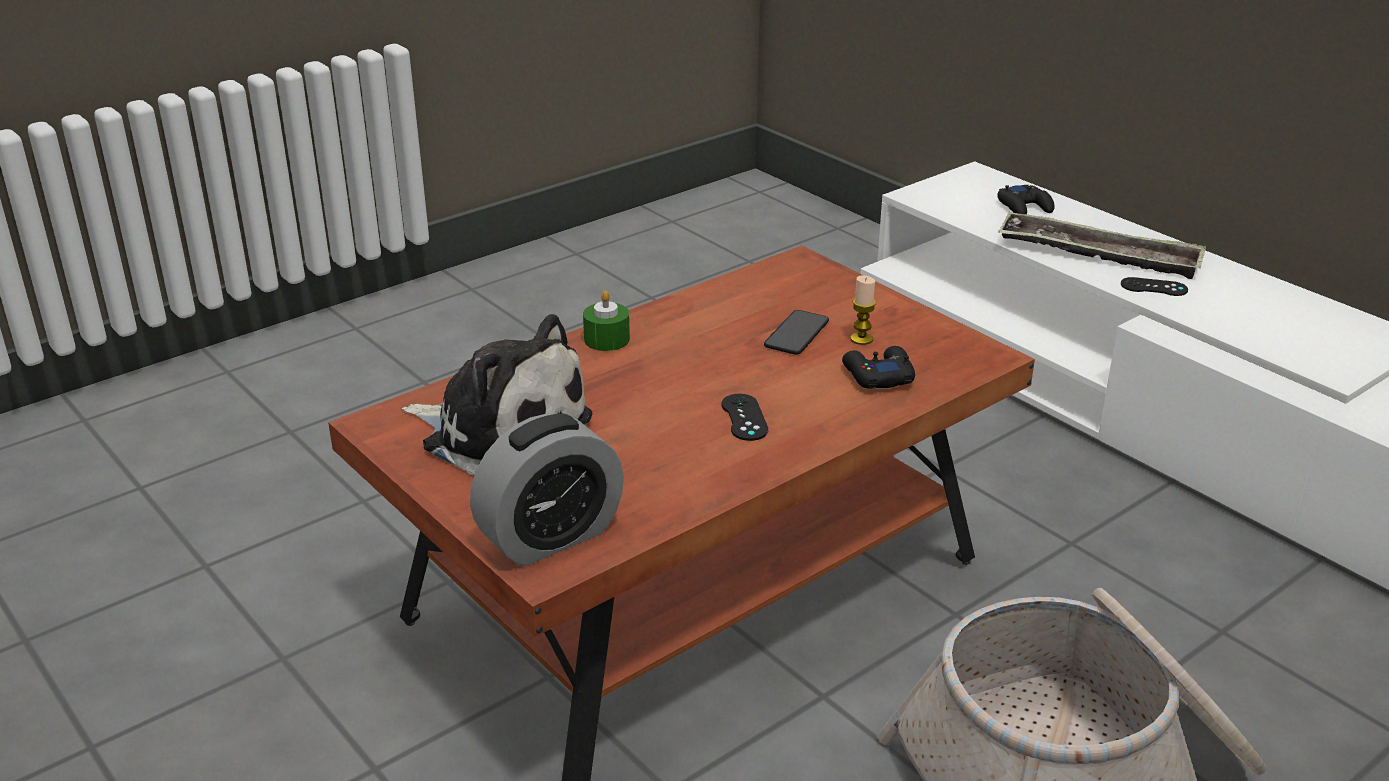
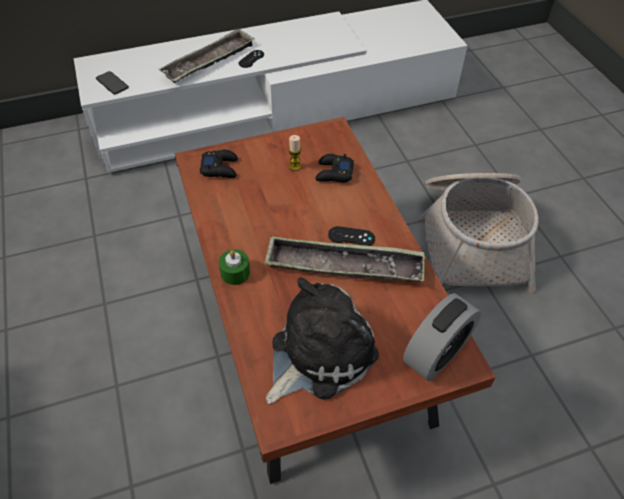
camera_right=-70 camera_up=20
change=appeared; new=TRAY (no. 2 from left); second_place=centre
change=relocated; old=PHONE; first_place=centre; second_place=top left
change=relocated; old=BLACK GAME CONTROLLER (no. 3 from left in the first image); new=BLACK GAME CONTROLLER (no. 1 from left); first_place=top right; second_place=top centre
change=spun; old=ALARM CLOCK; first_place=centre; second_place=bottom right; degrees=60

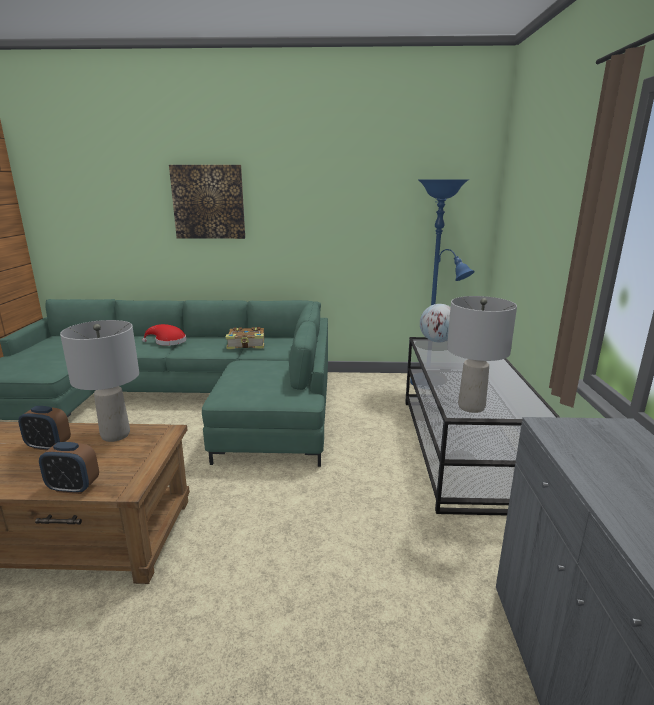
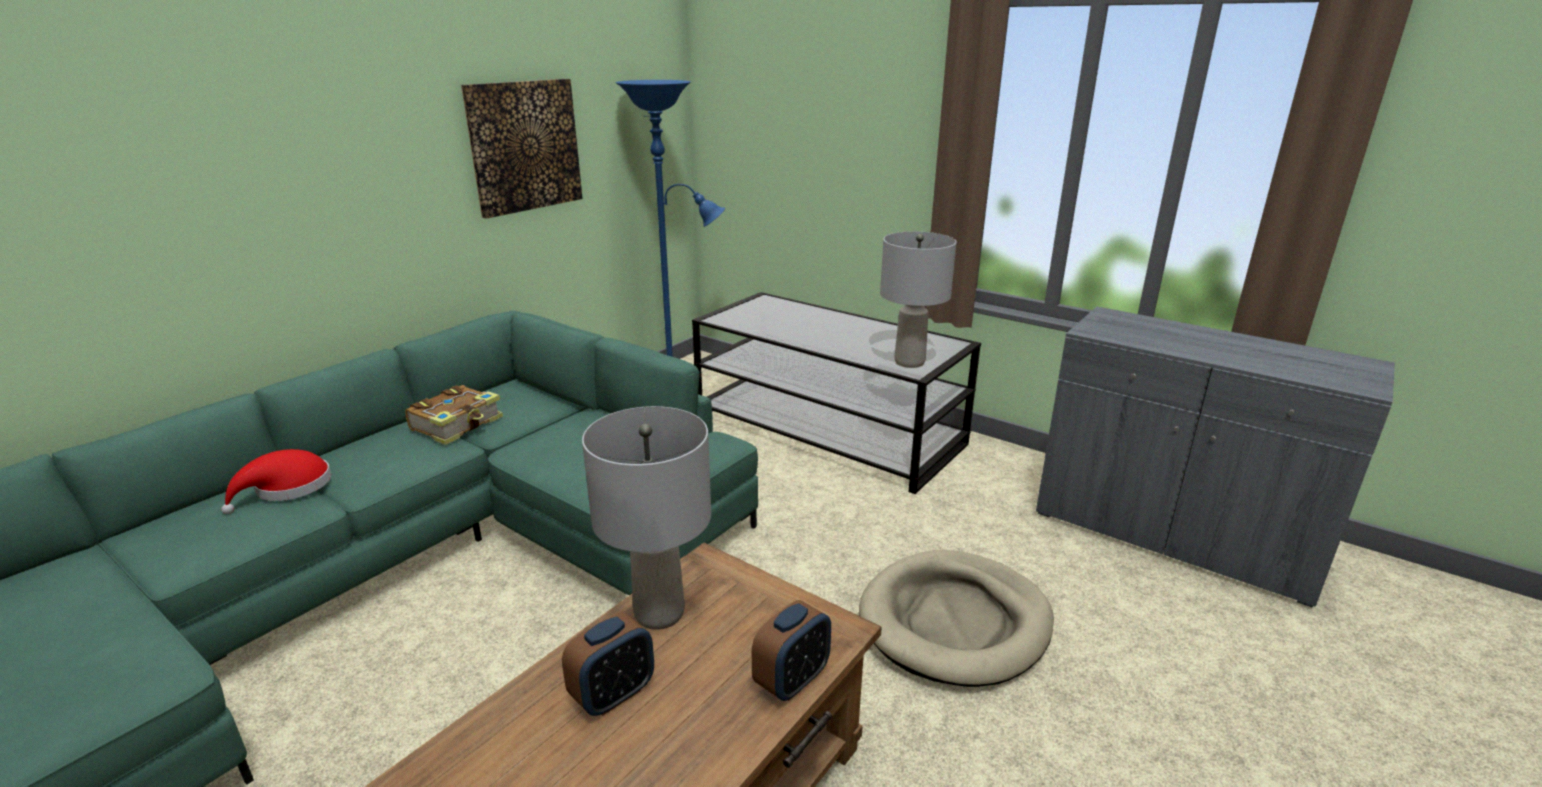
camera_right=-55 camera_up=5
change=missing; old=GLOBE; first_place=centre
change=appeared; new=BEIGE DOG BED; second_place=bottom centre
change=relocated; old=PICTURE; first_place=top left; second_place=top centre

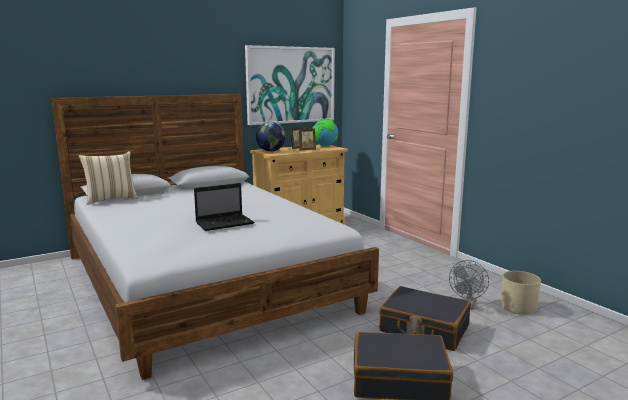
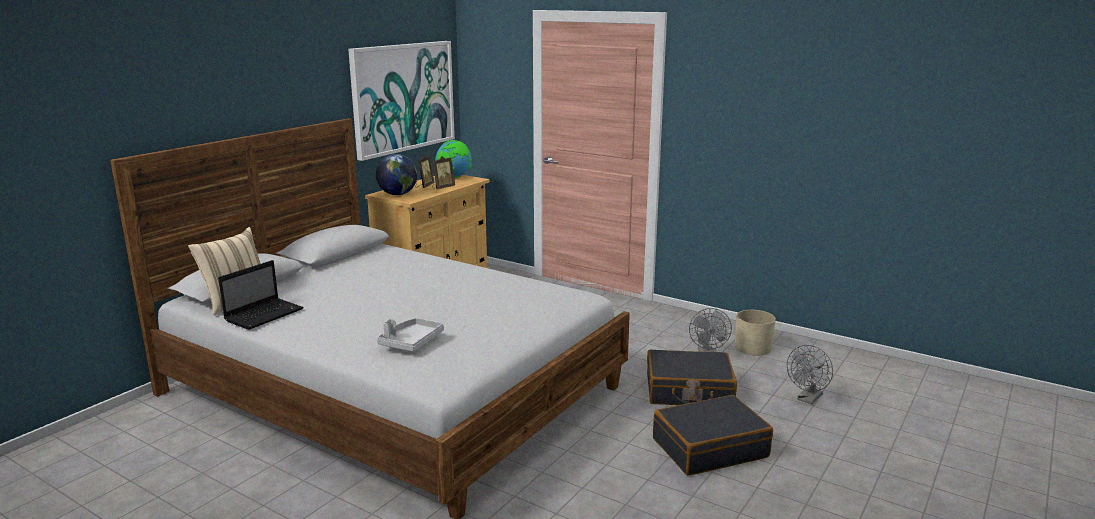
camera_right=-25 camera_up=5
change=appeared; new=GREY TRAY; second_place=centre
change=appeared; new=GREY FAN (no. 2 from left); second_place=bottom right
change=relocated; old=LAPTOP; first_place=centre; second_place=middle left

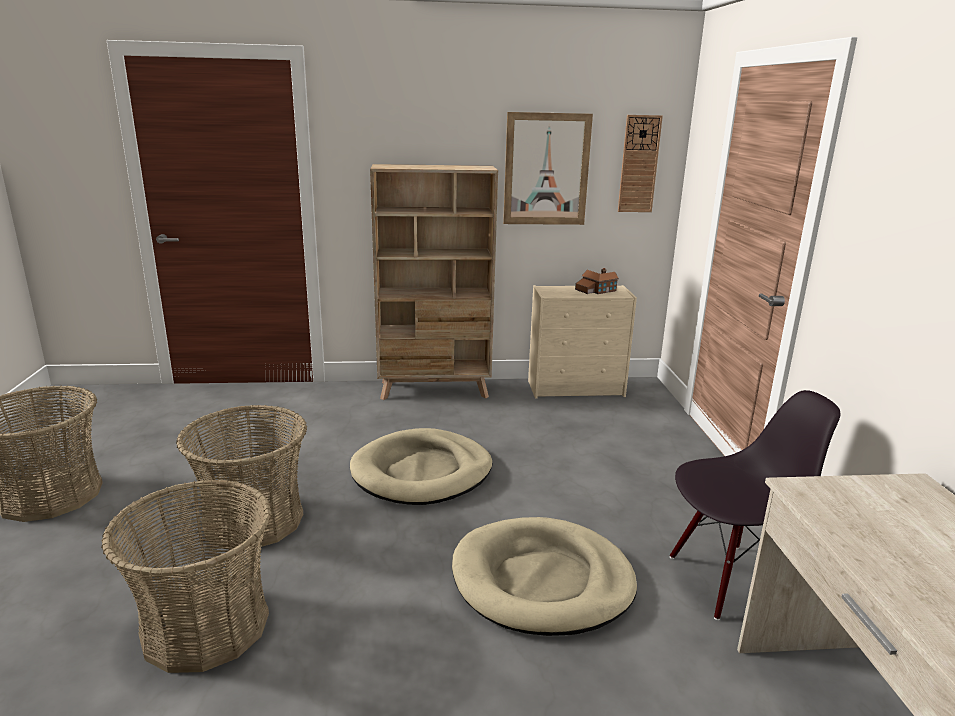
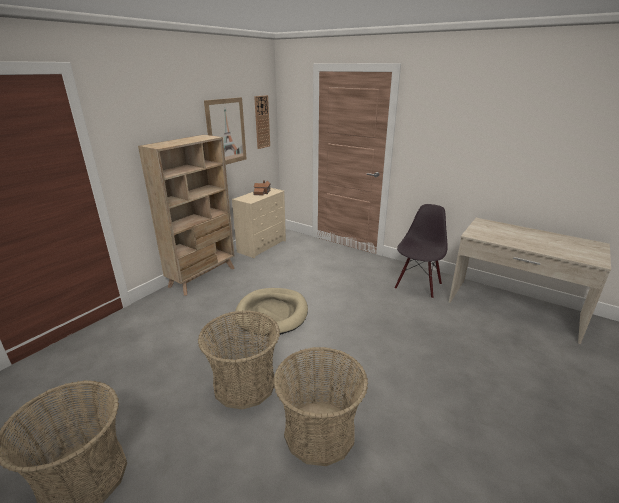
camera_right=-50 camera_up=5
change=missing; old=BEIGE DOG BED (no. 2 from left); first_place=bottom centre

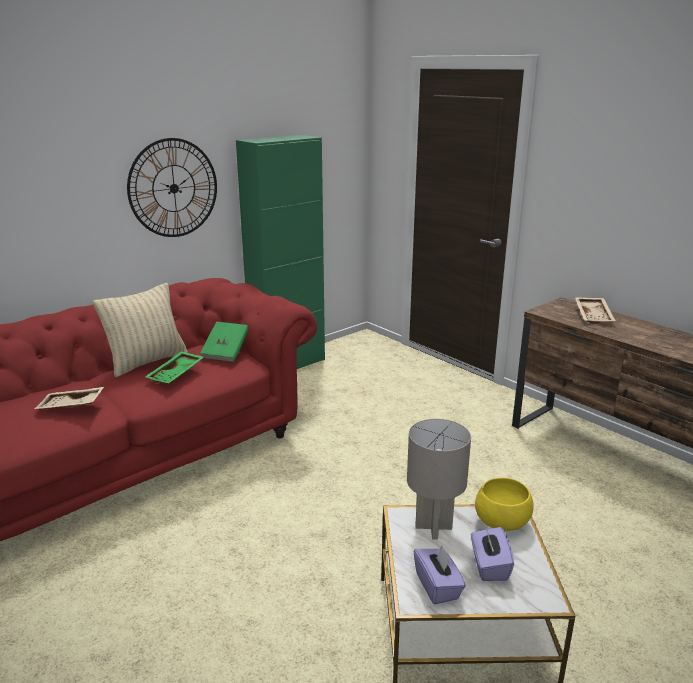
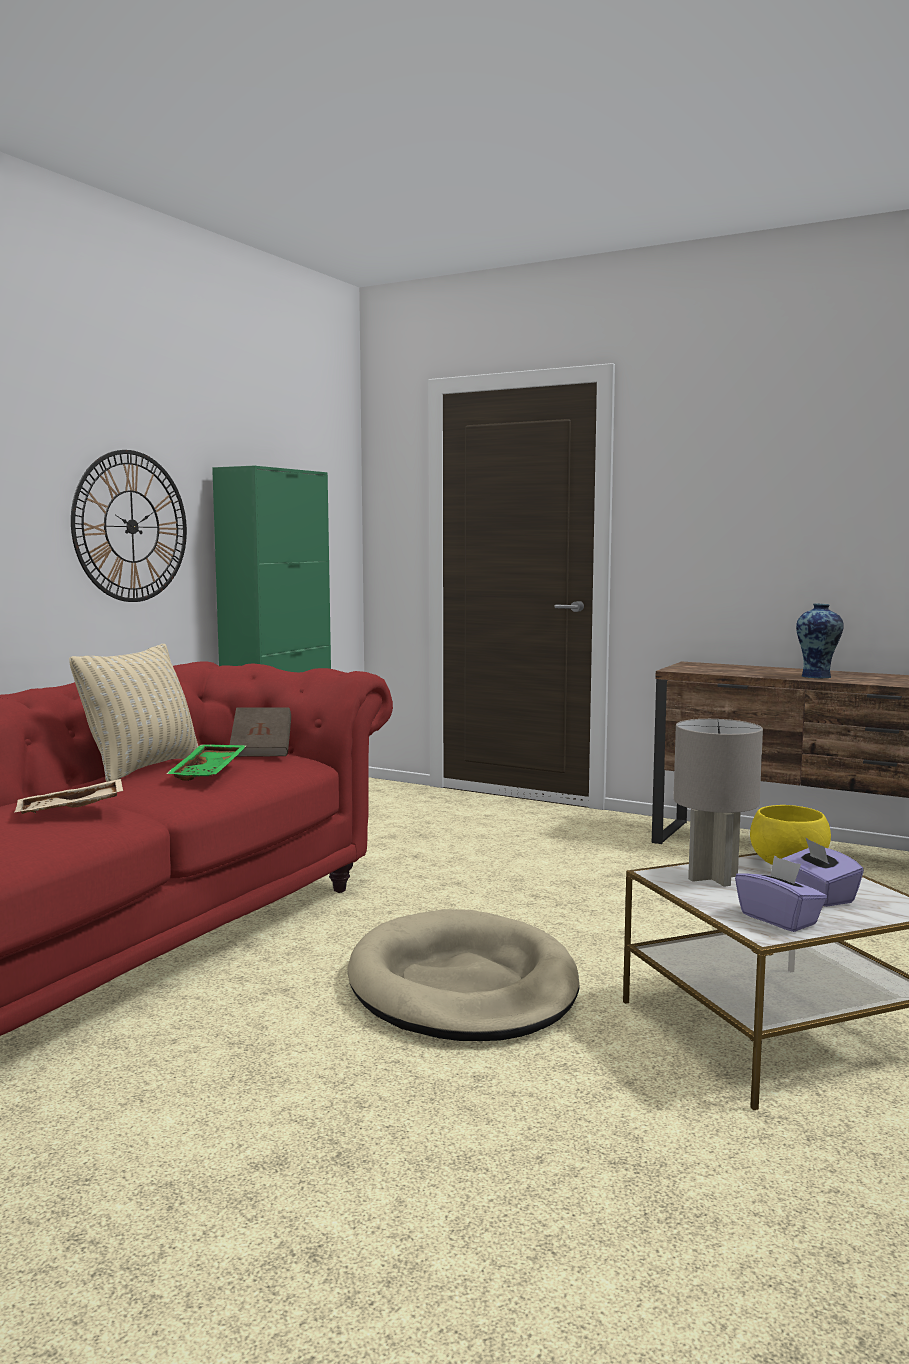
camera_right=-20 camera_up=-15
change=missing; old=BEIGE TRAY (no. 2 from left); first_place=middle right
change=appeared; new=BEIGE DOG BED; second_place=bottom centre
change=appeared; new=VASE; second_place=middle right
change=colour; old=GREEN BOOK; new=BROWN BOOK; first_place=middle left; second_place=middle left

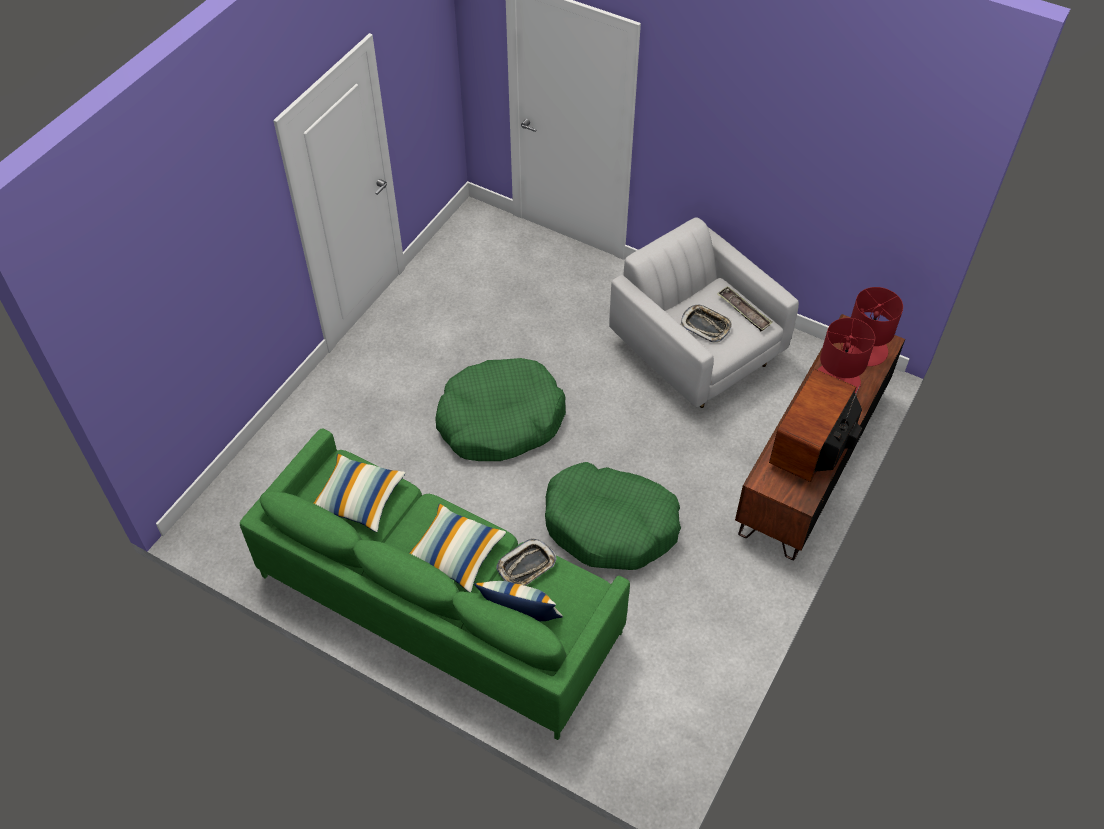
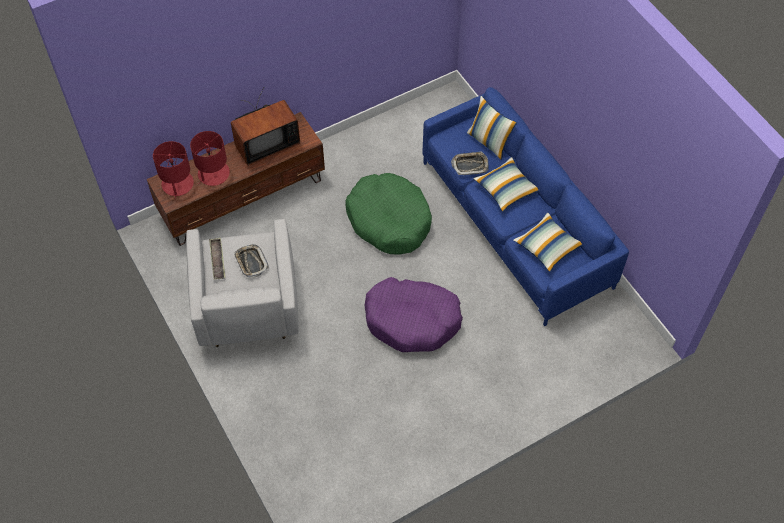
camera_right=-150 camera_up=5
change=colour; old=GREEN SOFA; new=BLUE SOFA; first_place=bottom centre; second_place=middle right
change=colour; old=GREEN DOG BED (no. 1 from left); new=PURPLE DOG BED; first_place=centre; second_place=centre

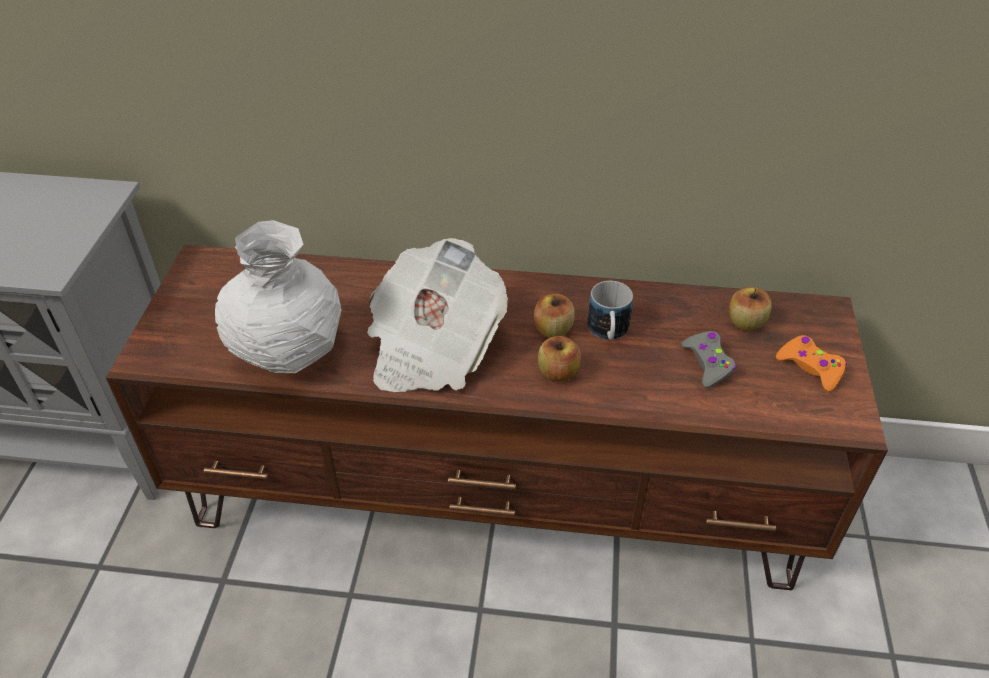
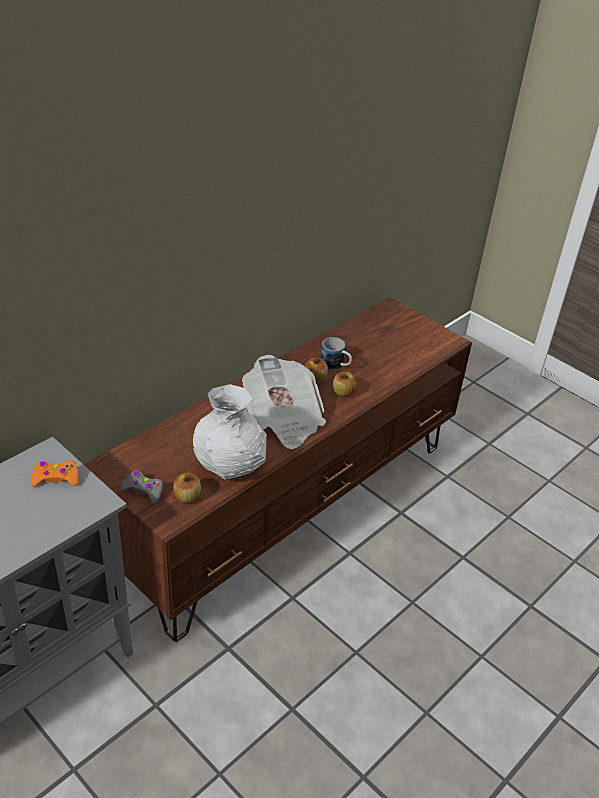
camera_right=-55 camera_up=-5
change=relocated; old=GREY GAME CONTROLLER; first_place=middle right; second_place=middle left
change=relocated; old=APPLE (no. 3 from left in the first image); new=APPLE (no. 1 from left); first_place=middle right; second_place=middle left
change=relocated; old=ORANGE GAME CONTROLLER; first_place=middle right; second_place=middle left

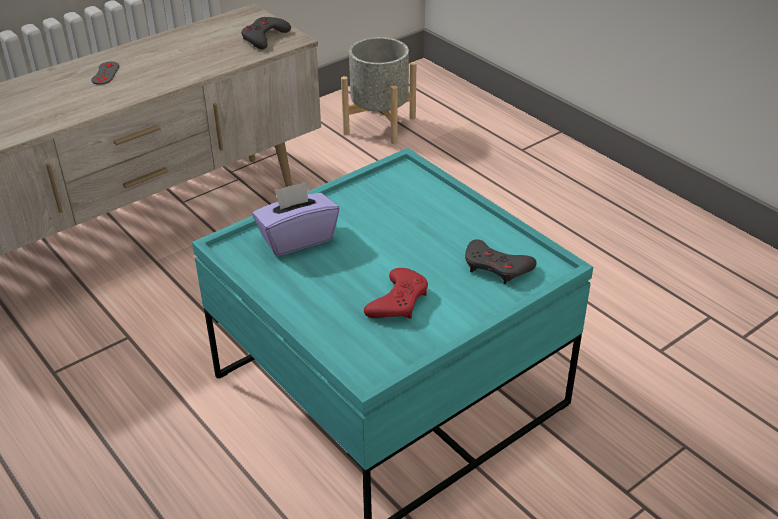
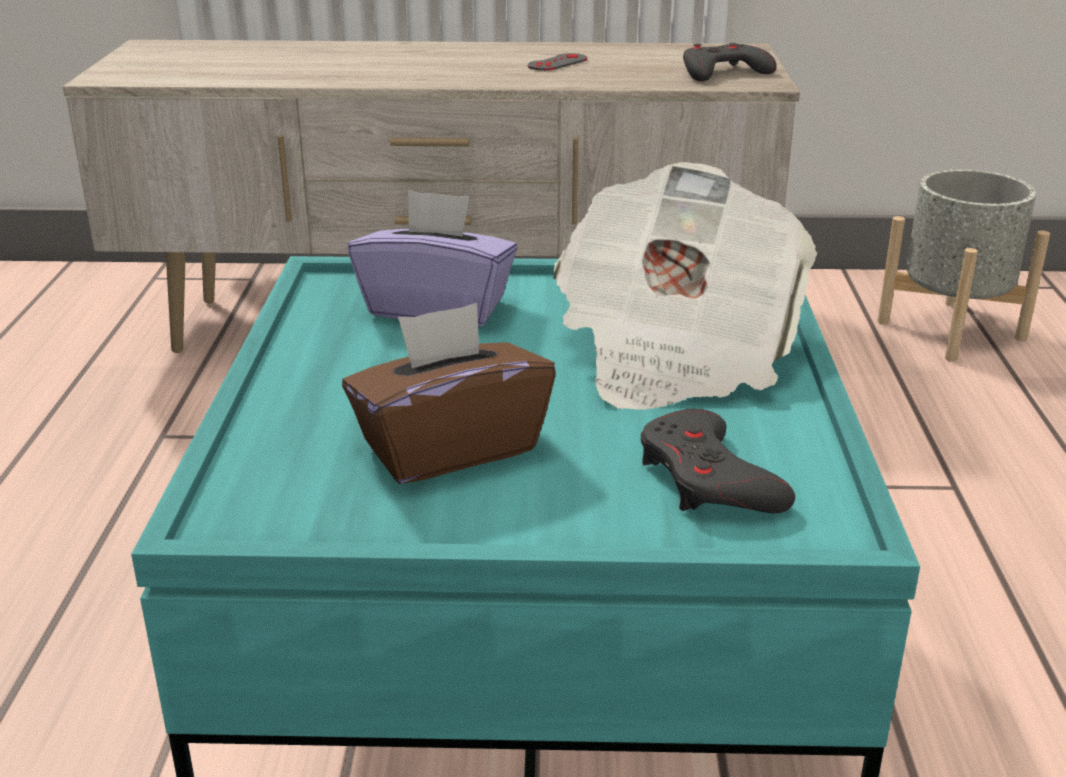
camera_right=40 camera_up=-10
change=appeared; new=NEWSPAPER; second_place=centre
change=relocated; old=GREY GAME CONTROLLER (no. 1 from left); first_place=top left; second_place=top centre
change=exchanged; old=RED GAME CONTROLLER; new=BROWN TISSUE BOX; first_place=centre; second_place=centre

